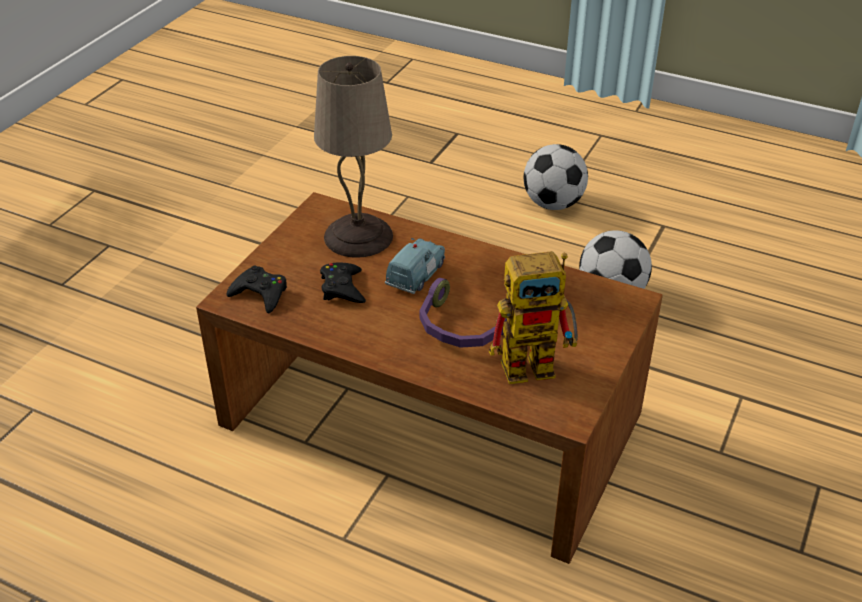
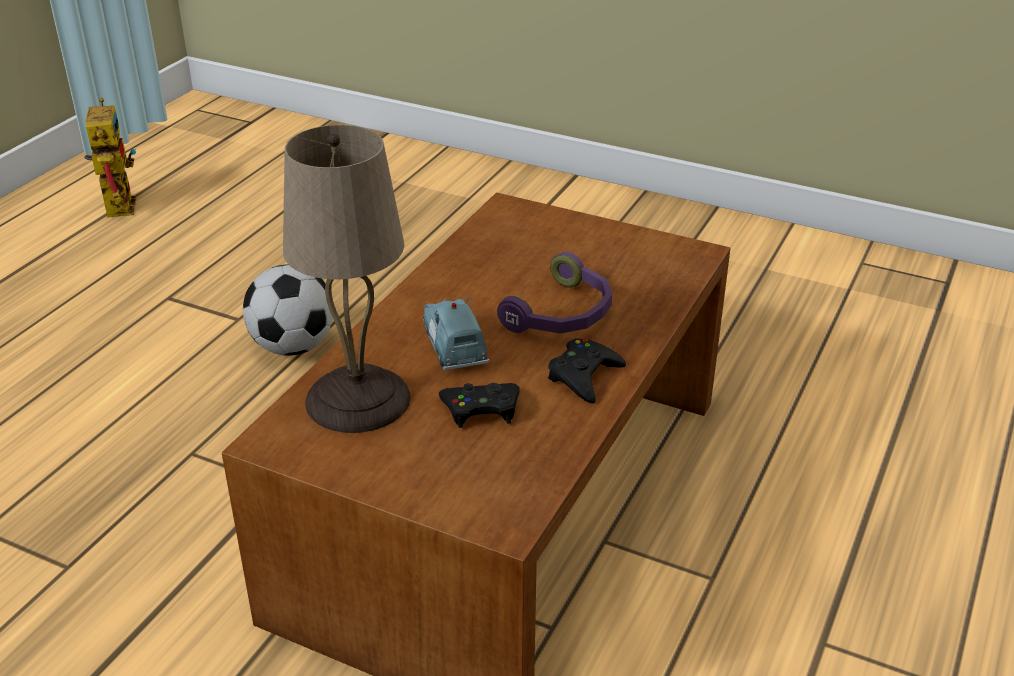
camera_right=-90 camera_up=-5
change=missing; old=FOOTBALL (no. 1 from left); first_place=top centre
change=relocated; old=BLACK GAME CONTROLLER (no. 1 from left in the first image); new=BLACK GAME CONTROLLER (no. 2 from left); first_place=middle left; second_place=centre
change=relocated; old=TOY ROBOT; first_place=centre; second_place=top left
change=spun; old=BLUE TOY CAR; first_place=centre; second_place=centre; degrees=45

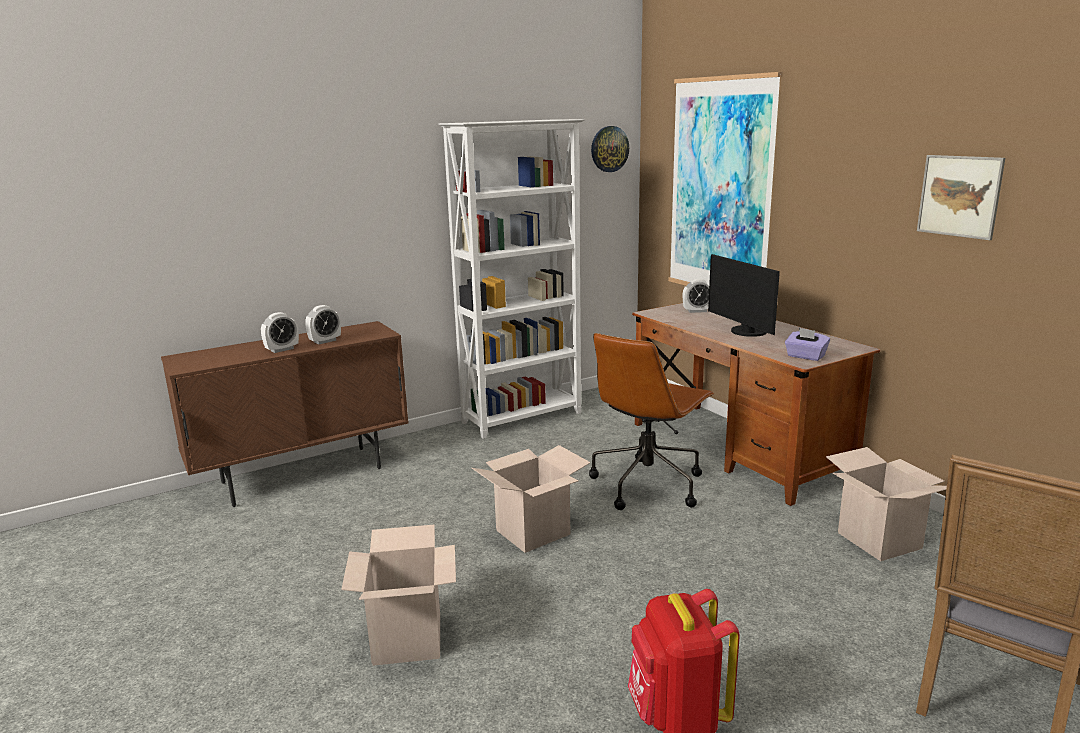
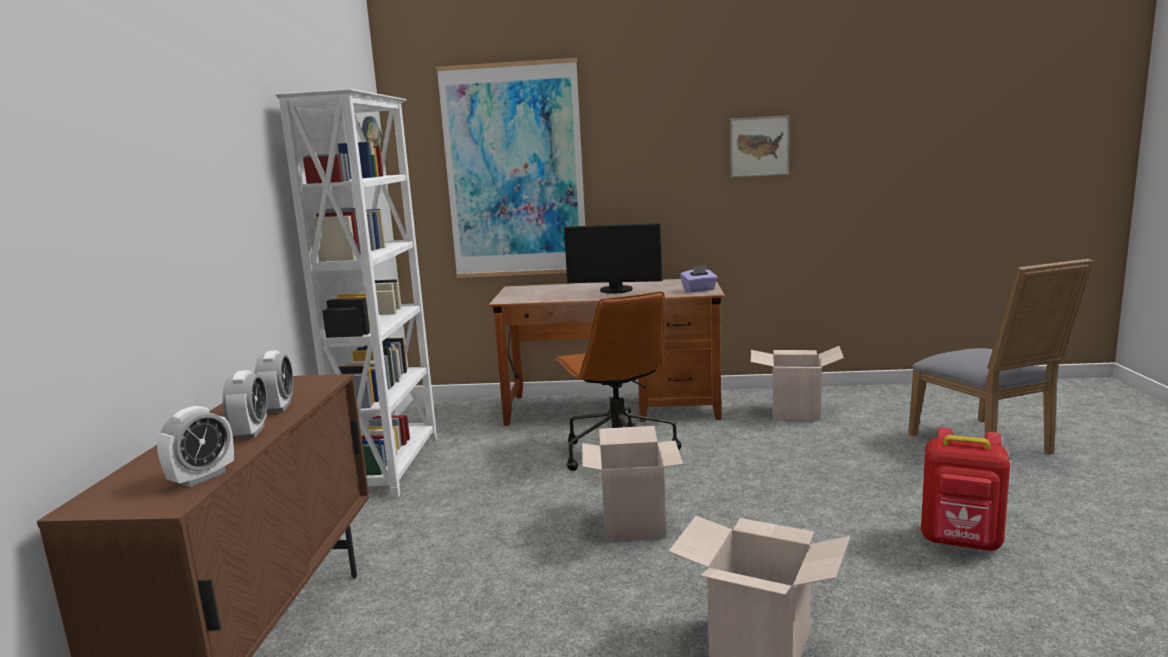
camera_right=-55 camera_up=-5
change=relocated; old=ALARM CLOCK (no. 3 from left in the first image); new=ALARM CLOCK (no. 1 from left); first_place=centre; second_place=bottom left

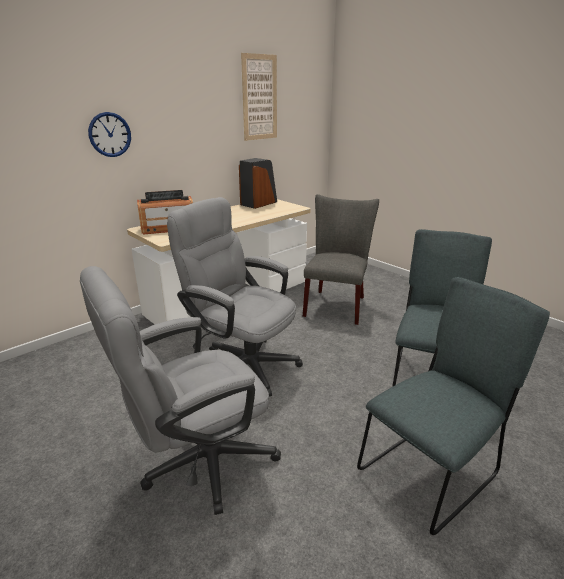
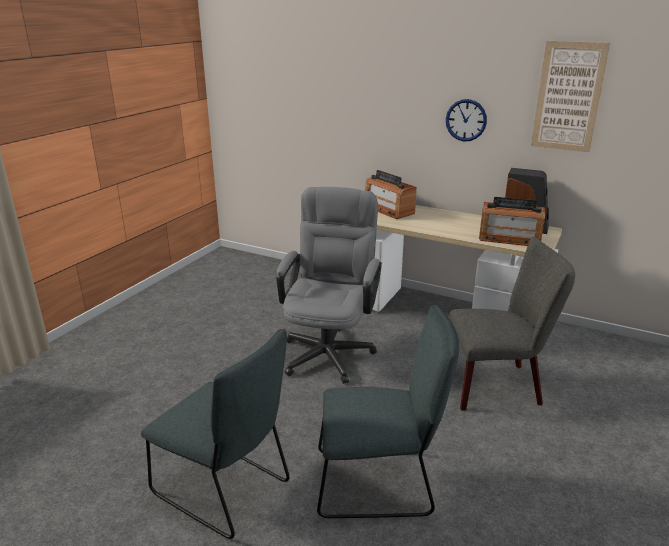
camera_right=70 camera_up=0
change=missing; old=GREY OFFICE CHAIR (no. 1 from left); first_place=bottom left
change=appeared; new=RADIO (no. 2 from left); second_place=middle right
change=relocated; old=WALL CLOCK; first_place=top left; second_place=top right

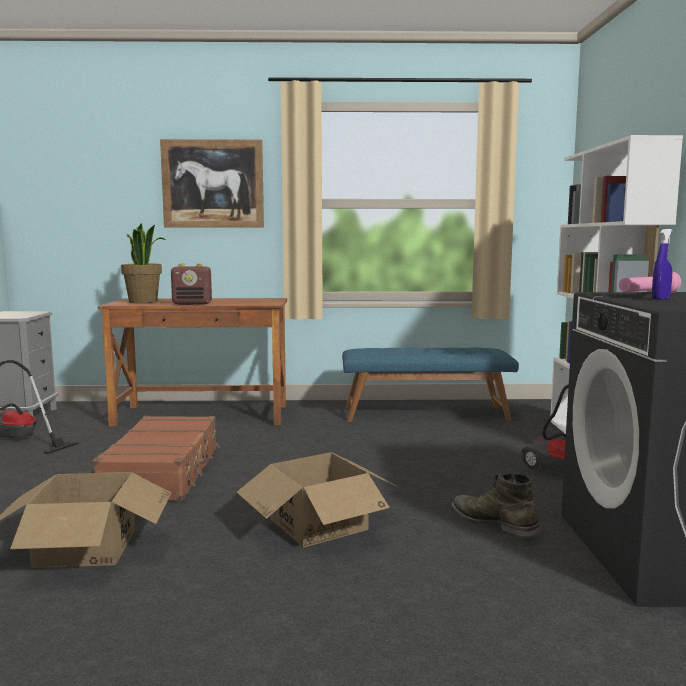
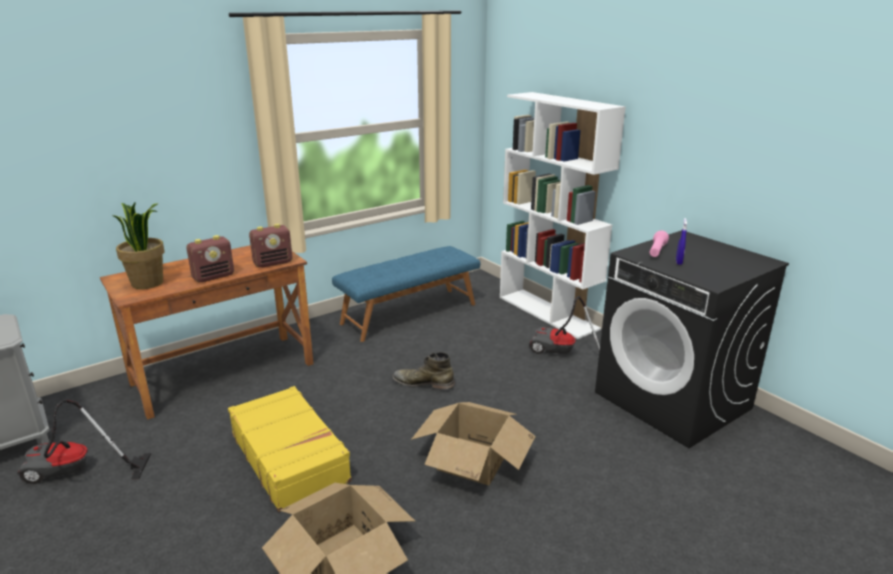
camera_right=-35 camera_up=15
change=missing; old=PICTURE; first_place=top left
change=appeared; new=RADIO (no. 2 from left); second_place=middle left
change=relocated; old=GREEN BOOT; first_place=bottom right; second_place=centre
change=colour; old=BROWN SUITCASE; new=YELLOW SUITCASE; first_place=bottom left; second_place=bottom left

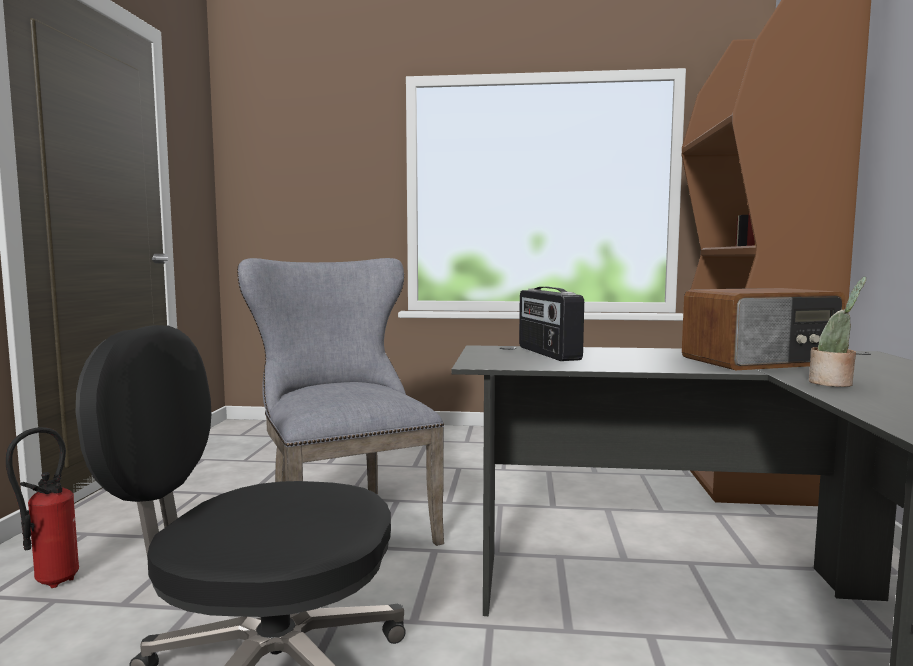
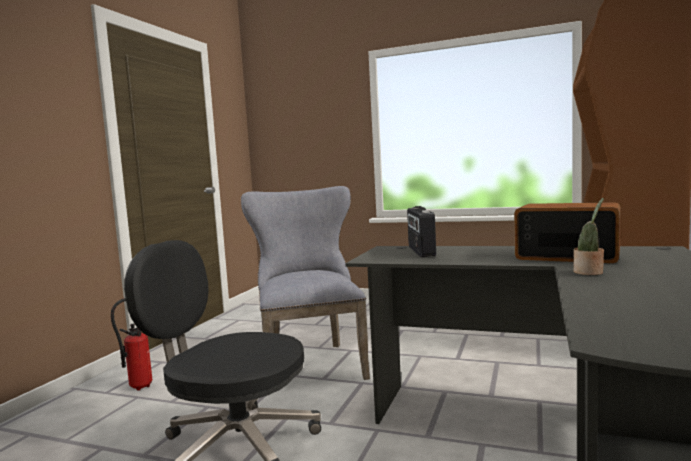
camera_right=15 camera_up=0
change=spun; old=RADIO (no. 2 from left); first_place=middle right; second_place=middle right; degrees=-150

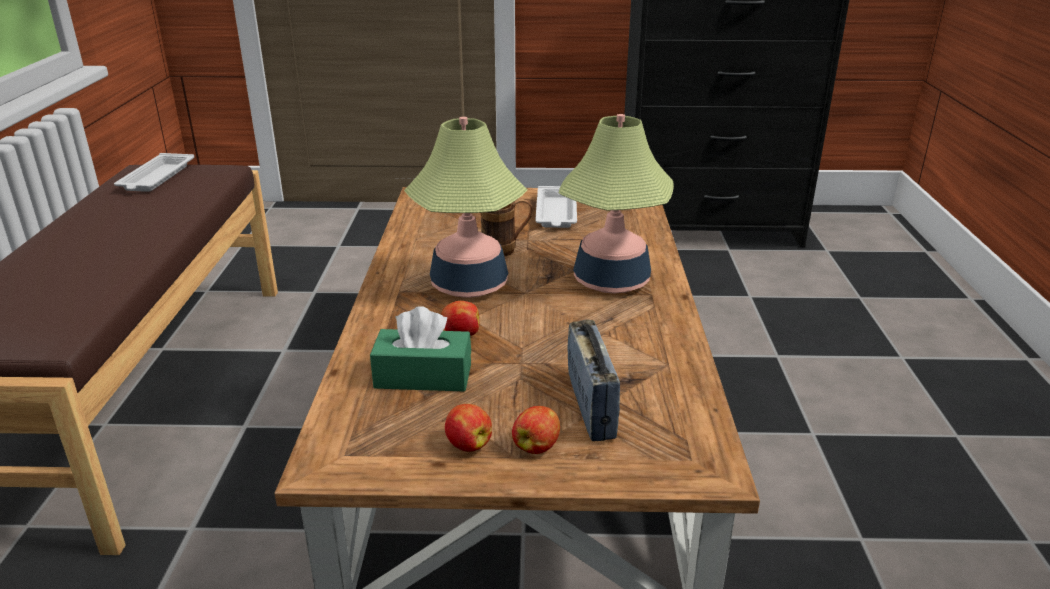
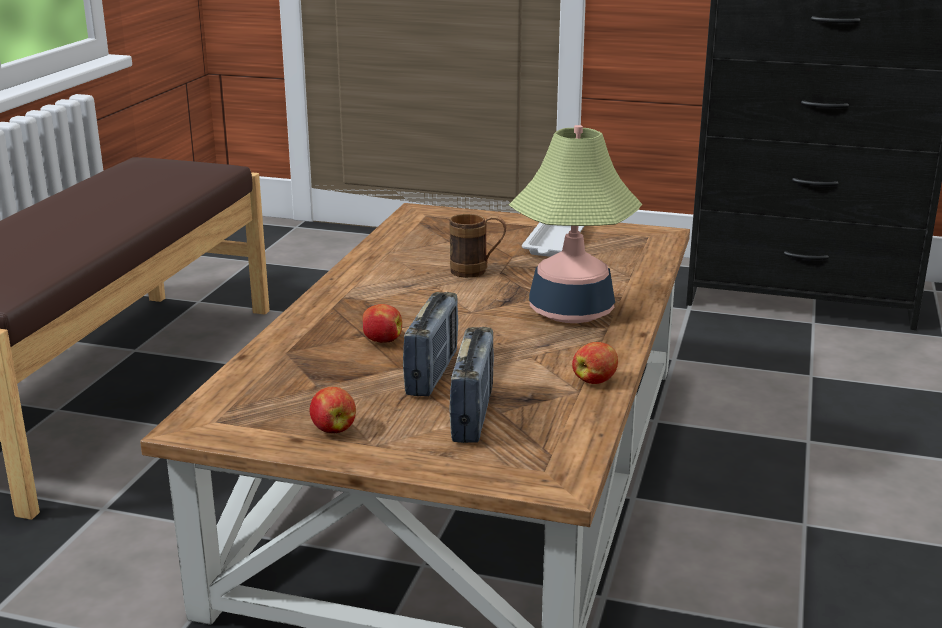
camera_right=15 camera_up=-5
change=missing; old=WHITE TRAY (no. 1 from left); first_place=top left
change=missing; old=GREEN TISSUE BOX; first_place=centre
change=missing; old=TABLE LAMP (no. 1 from left); first_place=centre
change=appeared; new=RADIO (no. 1 from left); second_place=centre
change=relocated; old=APPLE (no. 3 from left); first_place=bottom centre; second_place=centre

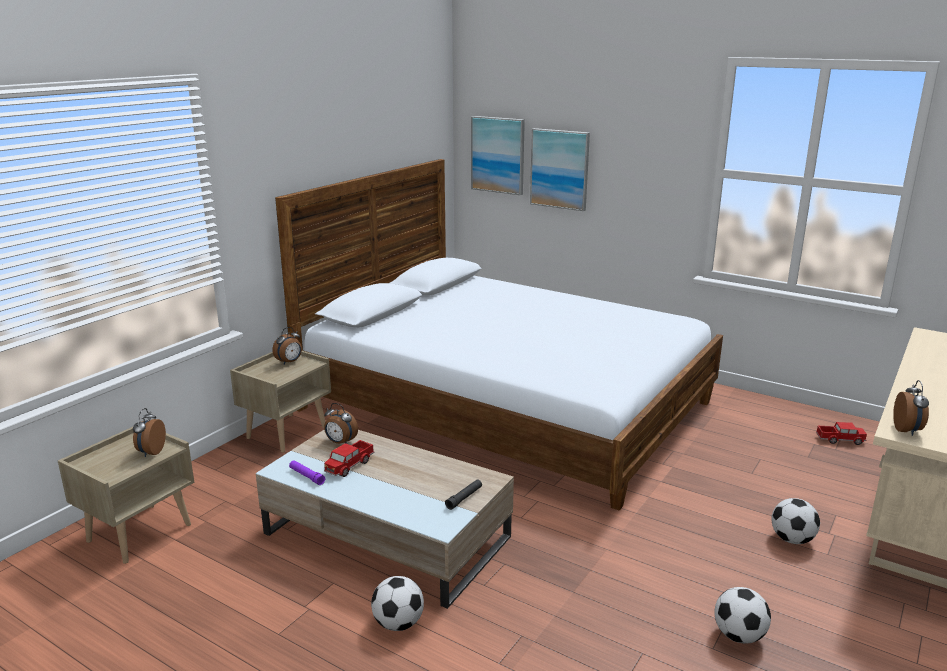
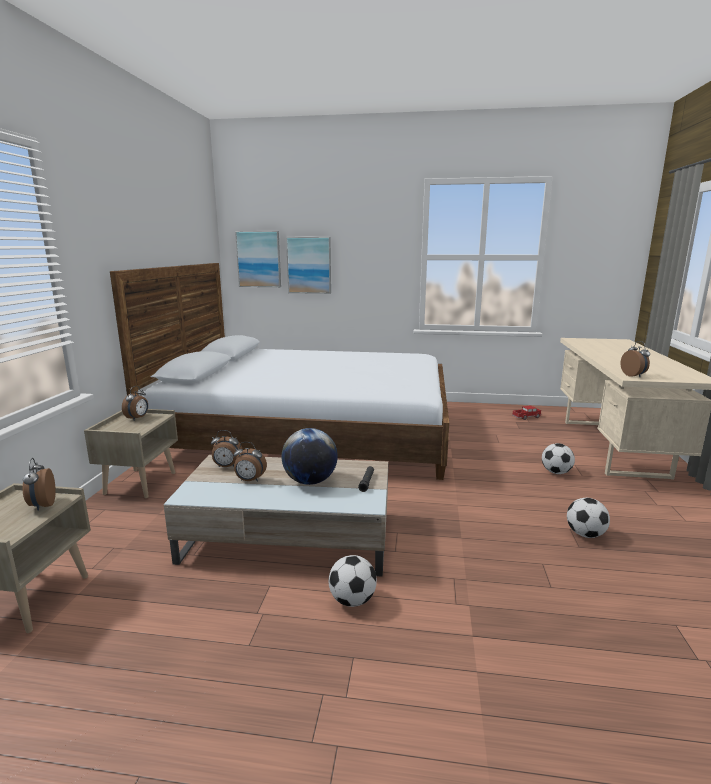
camera_right=-25 camera_up=-5
change=missing; old=PURPLE FLASHLIGHT; first_place=bottom left
change=appeared; new=GLOBE; second_place=centre
change=exchanged; old=TOY TRUCK (no. 1 from left); new=ALARM CLOCK (no. 4 from left); first_place=bottom centre; second_place=centre

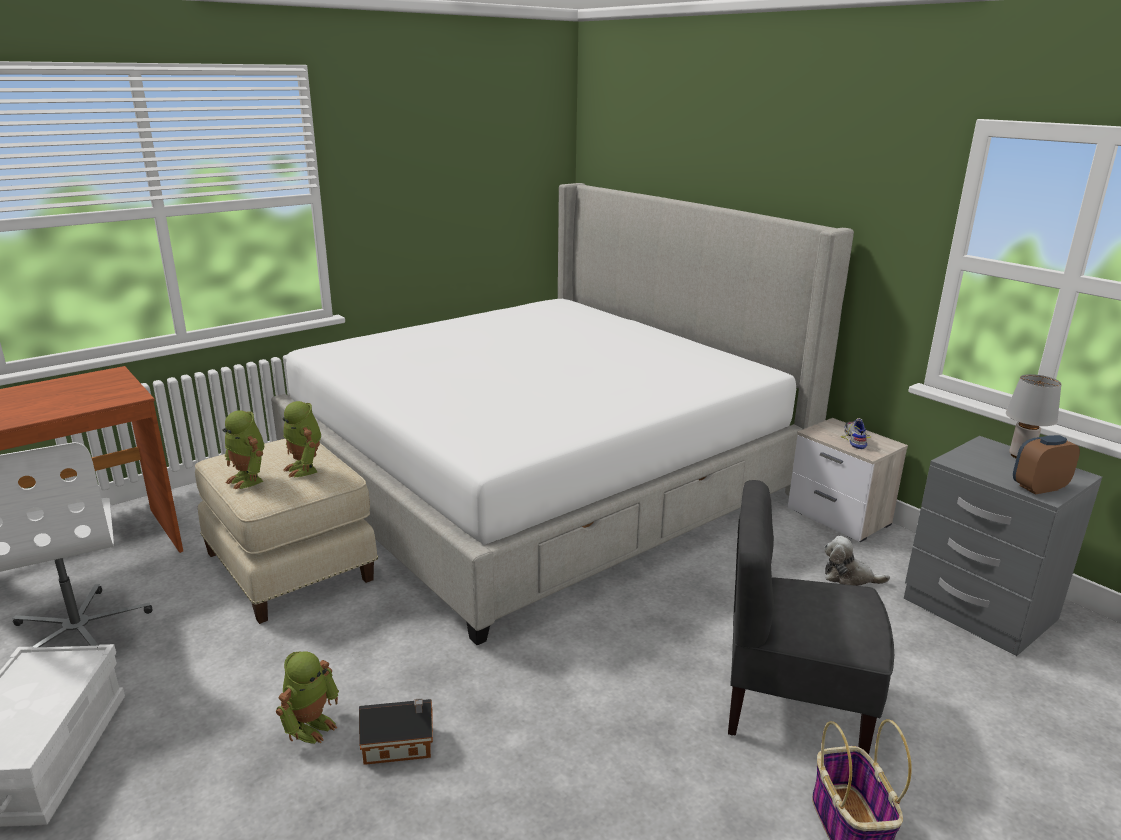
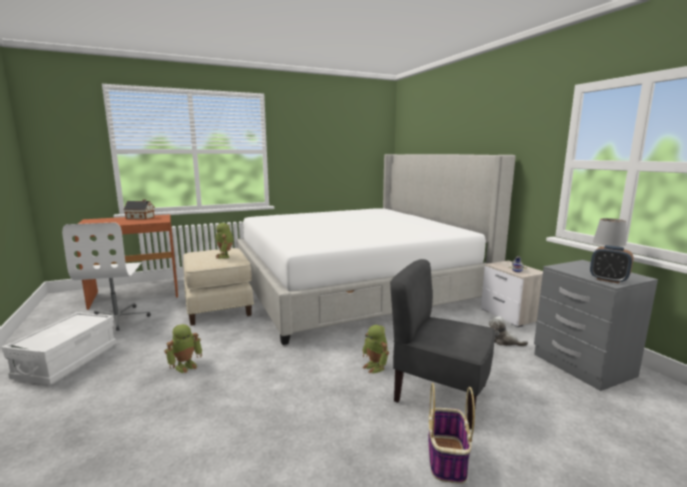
camera_right=15 camera_up=-10
change=relocated; old=TOY ROBOT (no. 1 from left in the first image); new=TOY ROBOT (no. 3 from left); first_place=middle left; second_place=bottom centre
change=relocated; old=TOY HOUSE; first_place=bottom centre; second_place=middle left
change=spun; old=ALARM CLOCK; first_place=middle right; second_place=middle right; degrees=-135

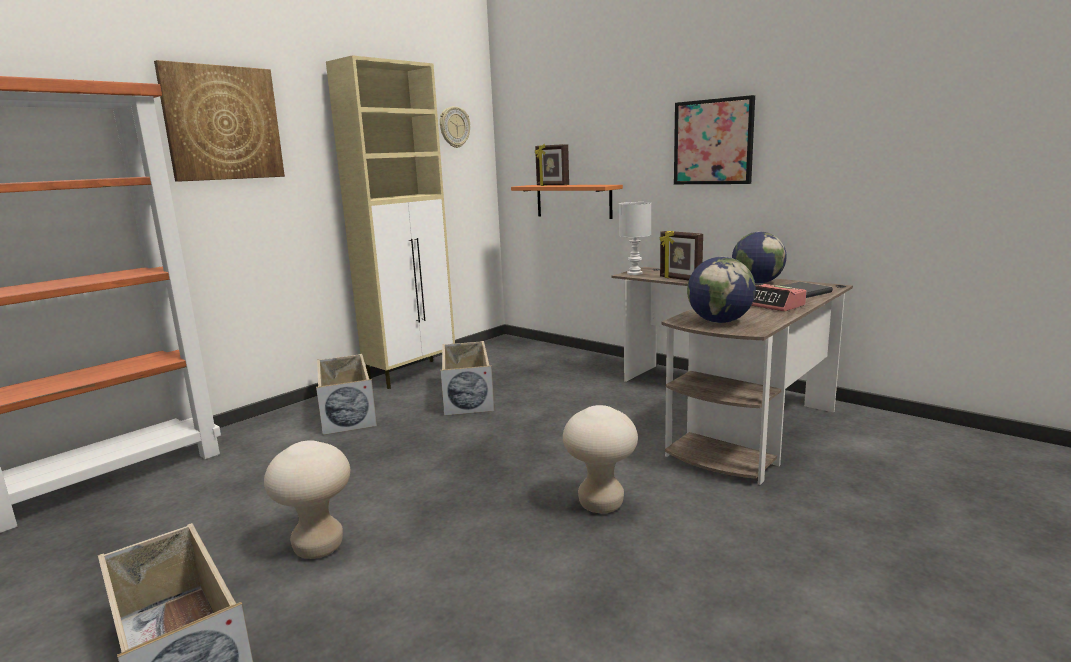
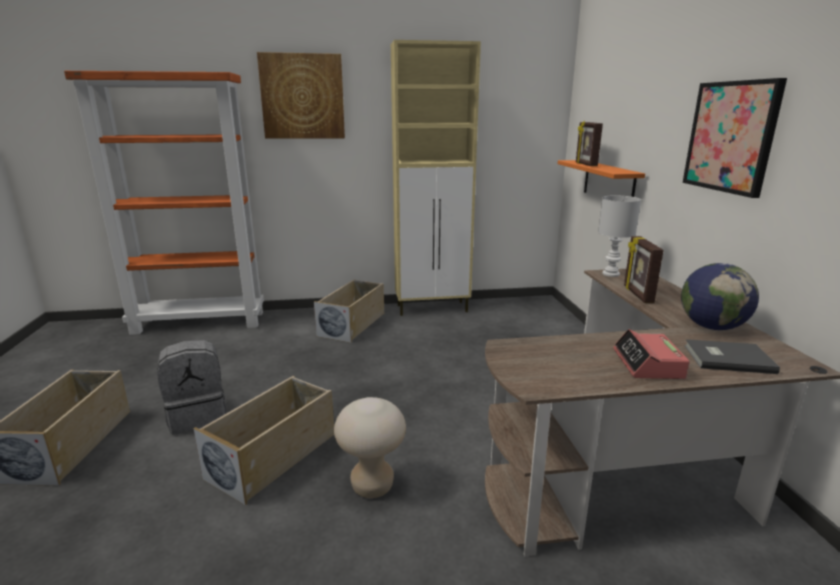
camera_right=40 camera_up=5
change=missing; old=WALL CLOCK; first_place=top centre
change=missing; old=GLOBE (no. 1 from left); first_place=middle right
change=relocated; old=BEIGE STORAGE BOX (no. 3 from left in the first image); new=BEIGE STORAGE BOX (no. 2 from left); first_place=centre; second_place=bottom left
change=exchanged; old=BEIGE STOOL (no. 1 from left); new=GREY BACKPACK; first_place=bottom left; second_place=middle left

